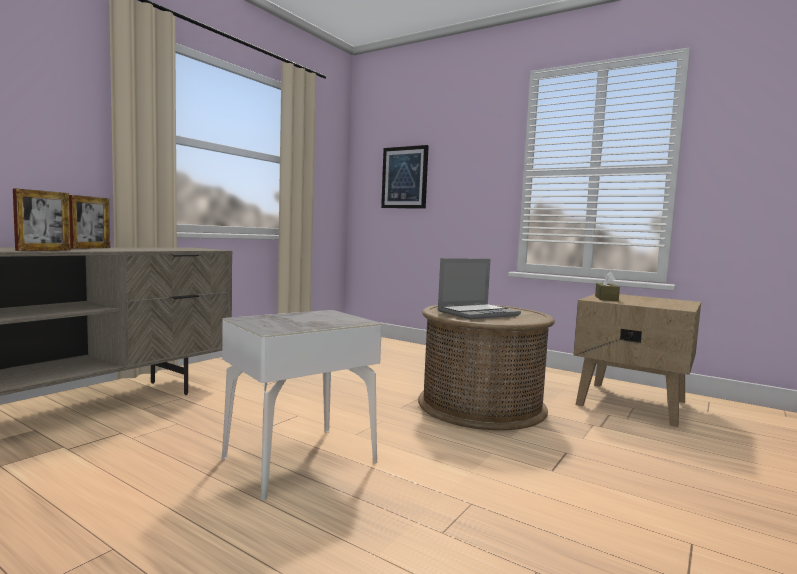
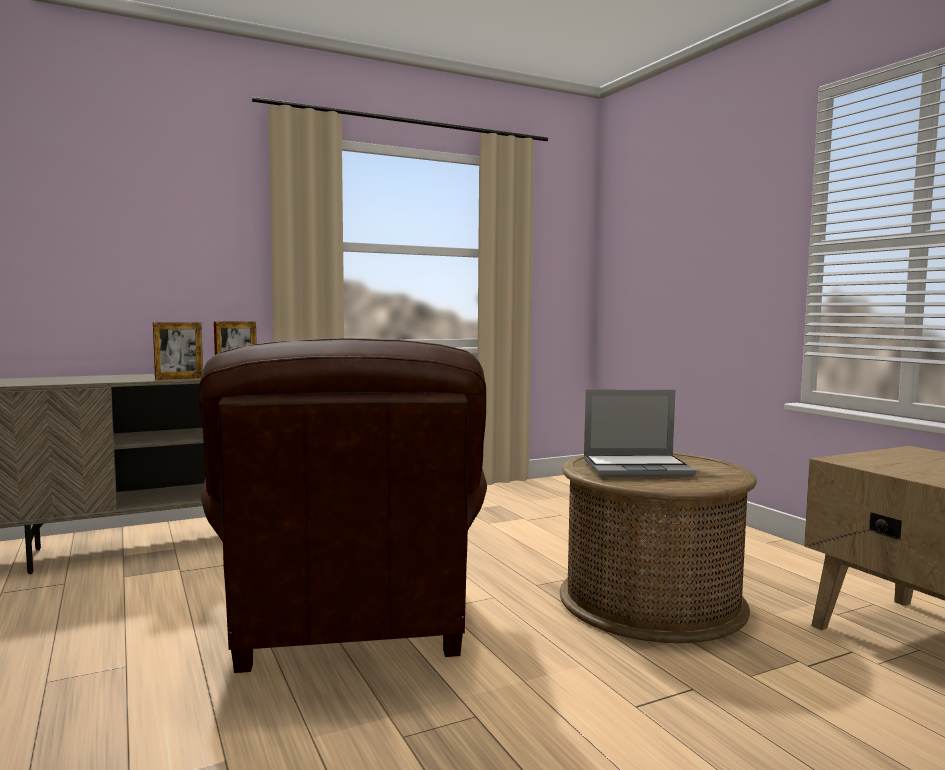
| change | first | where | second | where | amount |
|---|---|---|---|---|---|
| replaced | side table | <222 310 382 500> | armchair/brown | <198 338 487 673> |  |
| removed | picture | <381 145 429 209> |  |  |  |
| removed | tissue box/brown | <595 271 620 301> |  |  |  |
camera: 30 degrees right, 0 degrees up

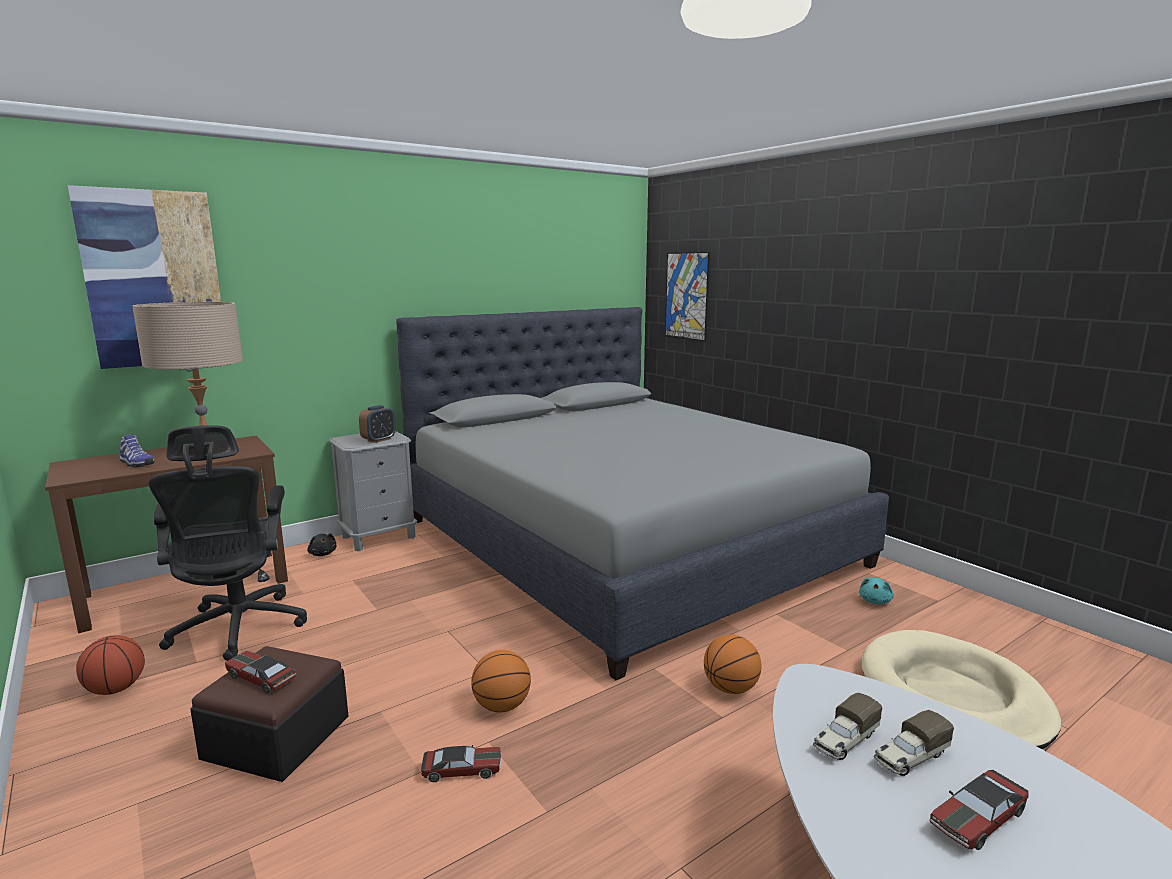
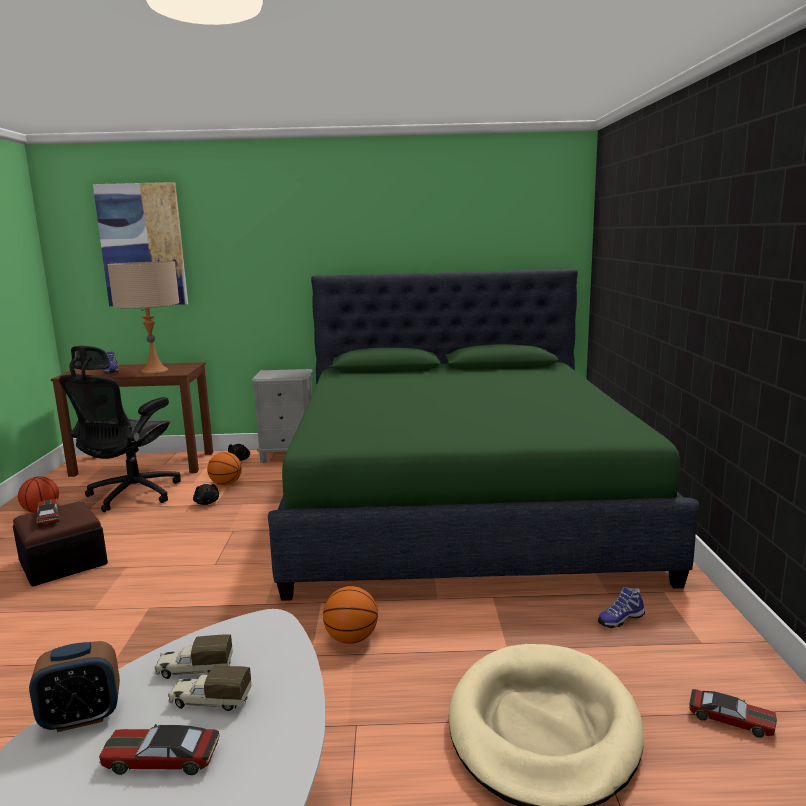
| change | first | where | second | where | amount |
|---|---|---|---|---|---|
| moved | alarm clock | <359 405 396 443> |  | <29 641 120 732> |  |
| added |  |  | plush toy/black | <193 484 219 505> |  |
| moved | basketball | <471 650 531 713> |  | <207 452 242 485> |  |
| recoloured | bed/grey | <396 307 889 680> | bed/green | <268 269 699 601> |  |
| replaced | plush toy/turquoise | <859 578 894 604> | shoe | <598 587 645 628> |  |
| moved | toy car | <421 745 502 782> |  | <689 689 777 738> |  |
| removed | picture | <665 252 710 342> |  |  |  |
camera: 35 degrees right, 0 degrees up

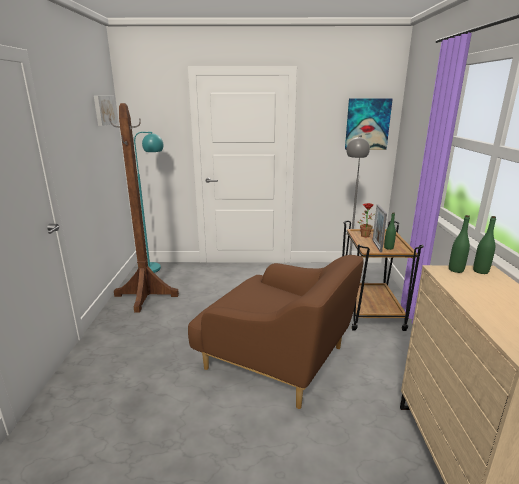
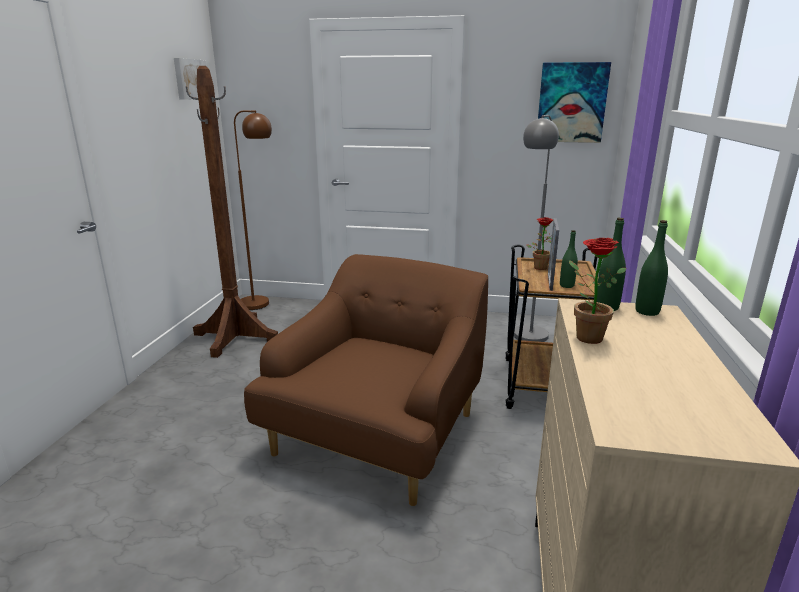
| change | first | where | second | where | amount |
|---|---|---|---|---|---|
| recoloured | floor lamp/turquoise | <134 132 163 273> | floor lamp/brown | <234 110 272 310> |  |
| turned | armchair/brown | <188 255 364 409> |  | <244 254 488 506> | 105 degrees counterclockwise |
| added |  |  | potted plant | <569 238 627 344> |  |
camera: 10 degrees right, 0 degrees up

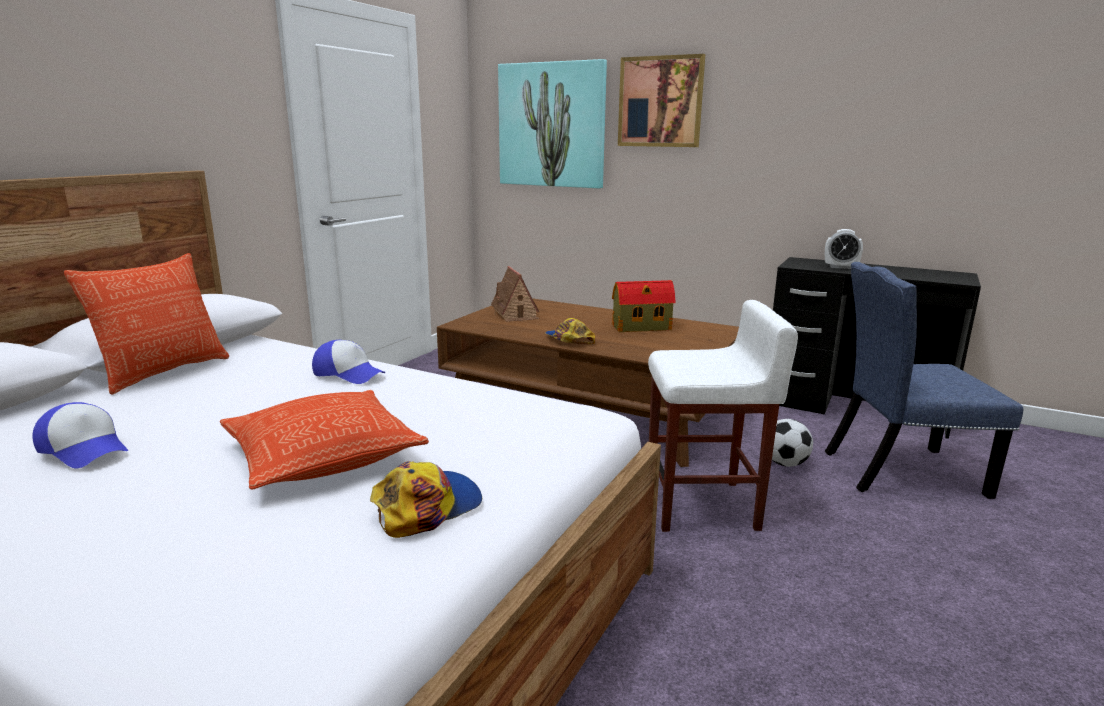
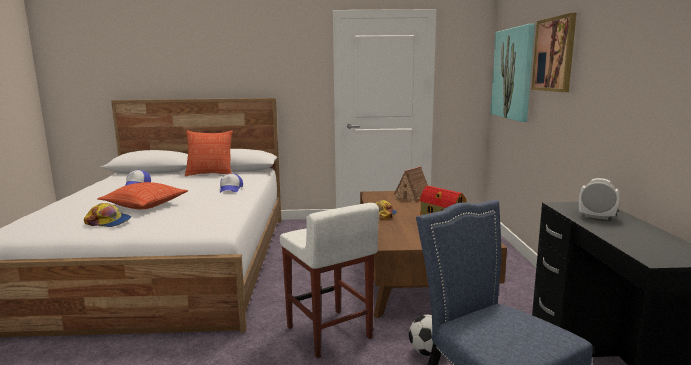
| change | first | where | second | where | amount |
|---|---|---|---|---|---|
| turned | alarm clock | <825 229 863 269> |  | <579 178 620 220> | 135 degrees clockwise |
camera: 60 degrees right, 5 degrees down

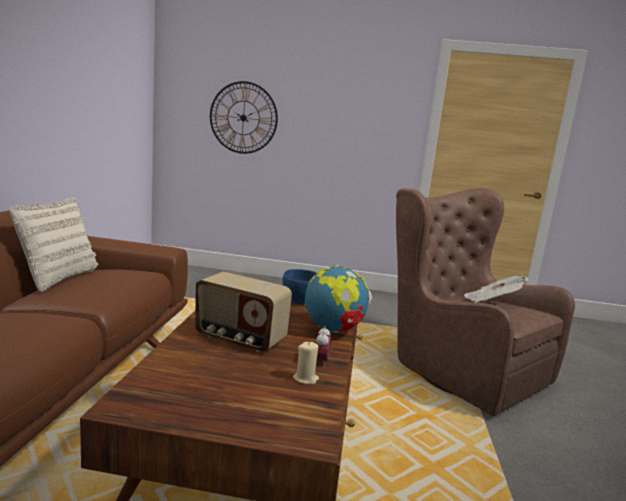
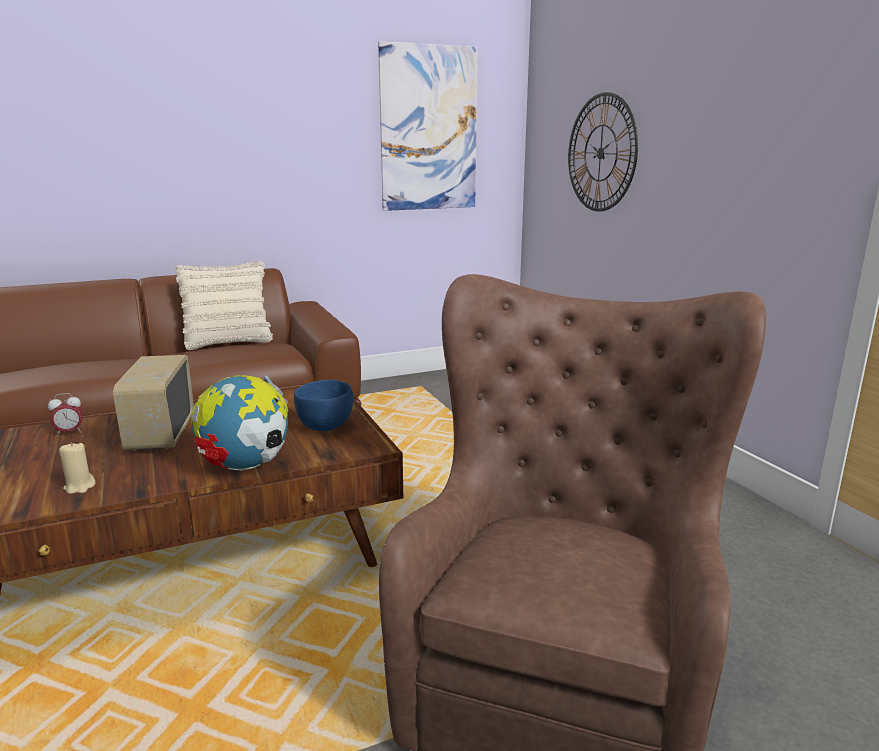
| change | first | where | second | where | amount |
|---|---|---|---|---|---|
| moved | alarm clock | <316 326 331 367> |  | <48 393 83 436> |  |
| added |  |  | picture | <378 41 478 211> |  |
| removed | newspaper | <464 276 529 303> |  |  |  |
camera: 60 degrees right, 5 degrees up

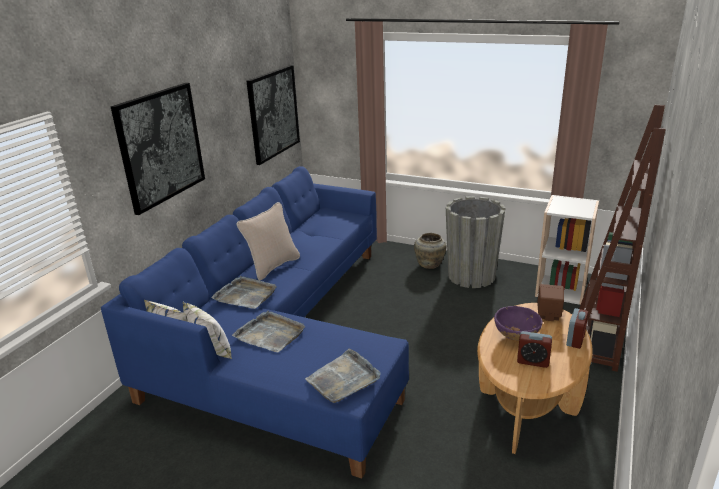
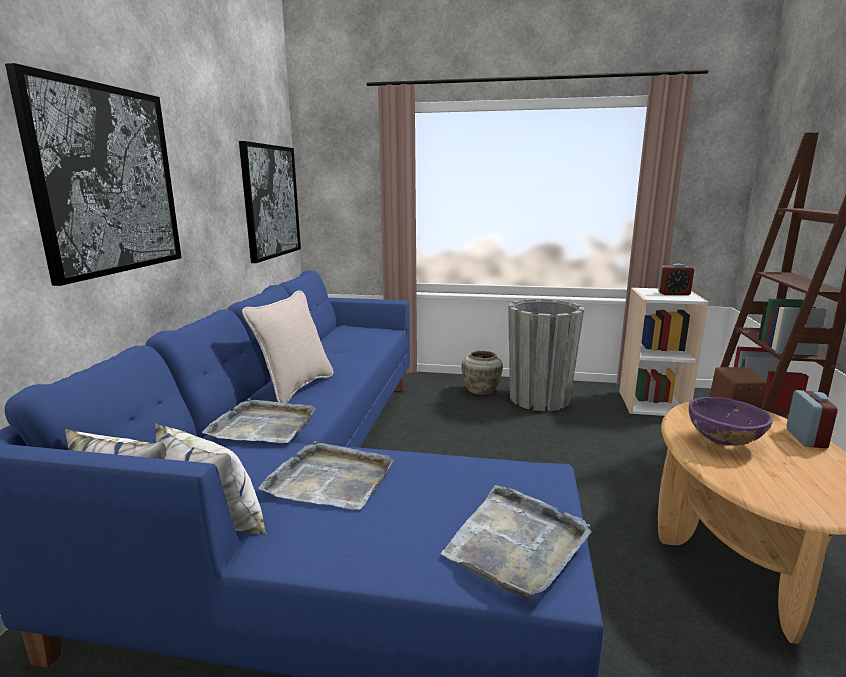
| change | first | where | second | where | amount |
|---|---|---|---|---|---|
| moved | alarm clock | <517 331 552 368> |  | <658 263 694 295> |  |
camera: 15 degrees left, 10 degrees down

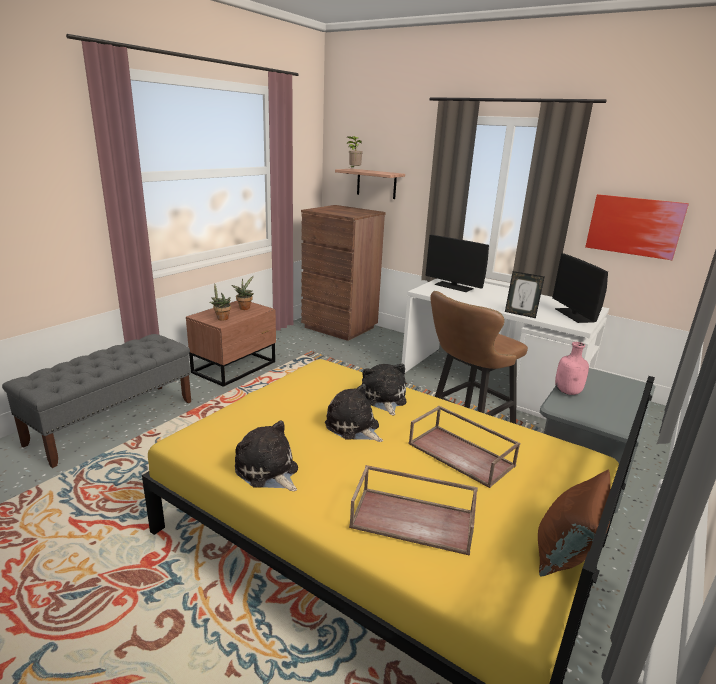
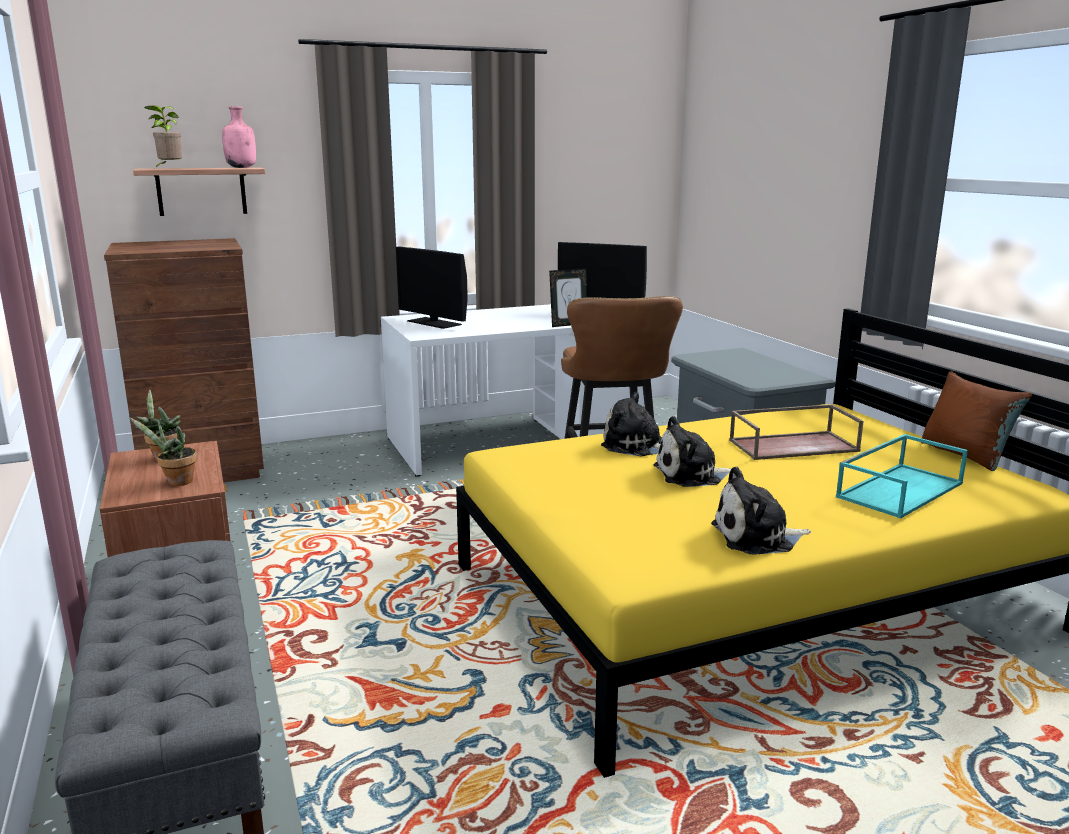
| change | first | where | second | where | amount |
|---|---|---|---|---|---|
| moved | bottle/pink | <555 342 589 395> |  | <222 106 256 168> |  |
| turned | monitor | <426 235 489 292> |  | <396 247 468 329> | 60 degrees clockwise |
| recoloured | tray/brown | <349 465 478 556> | tray/turquoise | <836 434 968 519> |  |
| removed | picture | <585 194 689 260> |  |  |  |
camera: 55 degrees left, 5 degrees down

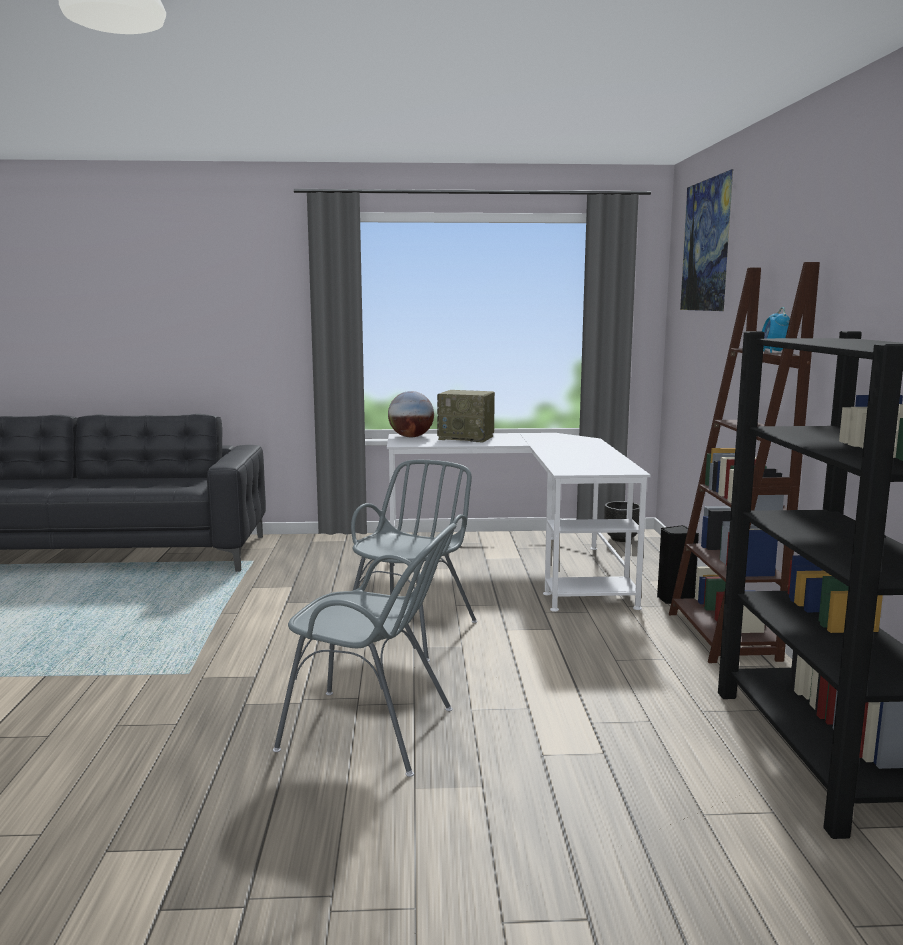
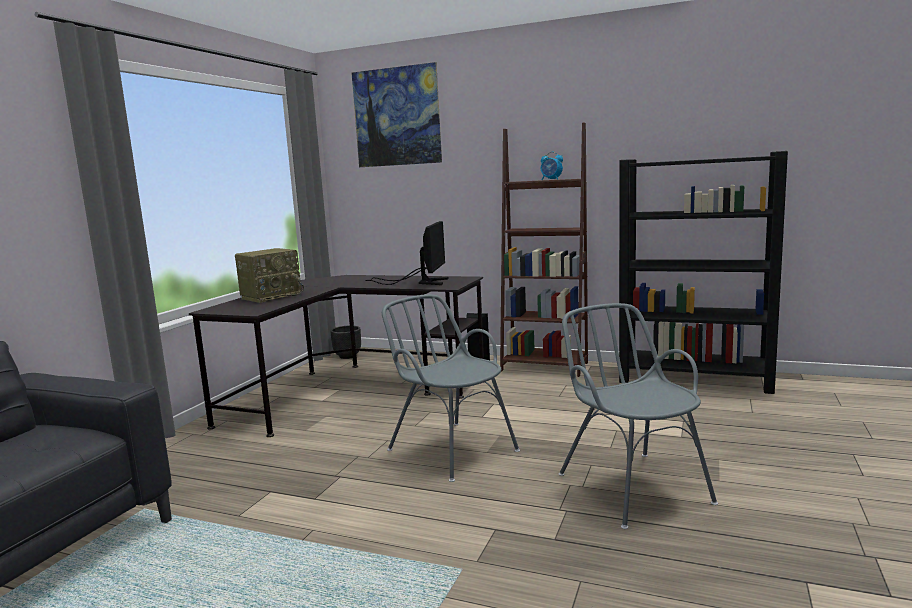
| change | first | where | second | where | amount |
|---|---|---|---|---|---|
| recoloured | desk/white | <387 433 651 612> | desk/black | <189 275 484 437> |  |
| added |  |  | monitor | <365 221 449 285> |  |
| turned | chair/grey | <273 523 456 777> |  | <558 303 718 529> | 60 degrees counterclockwise |
| removed | globe | <388 391 434 437> |  |  |  |
camera: 65 degrees left, 0 degrees up

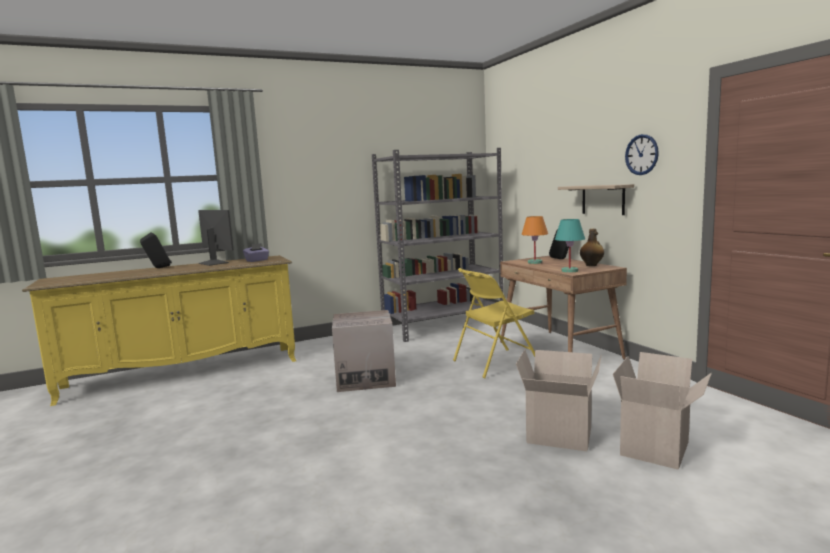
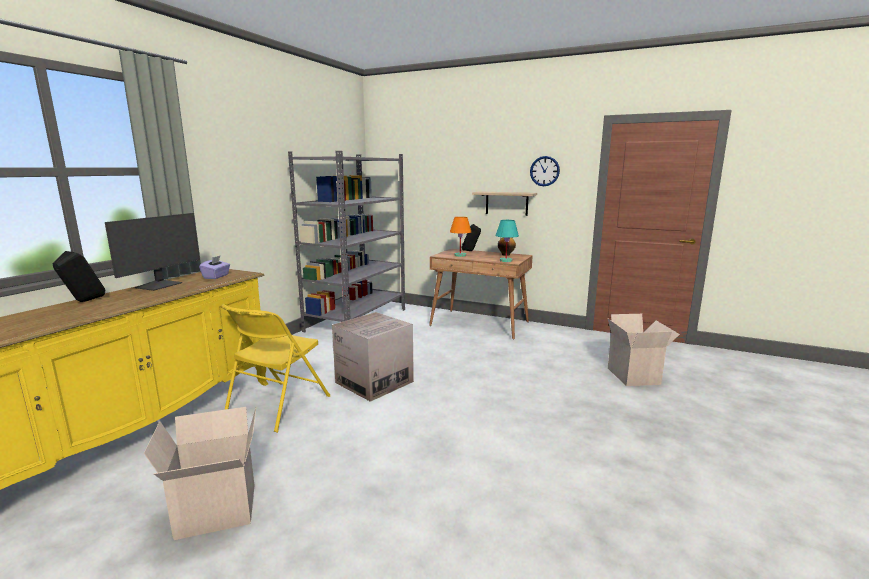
| change | first | where | second | where | amount |
|---|---|---|---|---|---|
| turned | monitor | <198 210 234 266> |  | <105 213 200 291> | 105 degrees clockwise |
| moved | cardboard box | <516 349 601 451> |  | <144 407 256 540> |  |
| moved | chair/yellow | <453 268 535 379> |  | <222 304 330 433> |  |
camera: 40 degrees left, 5 degrees up

